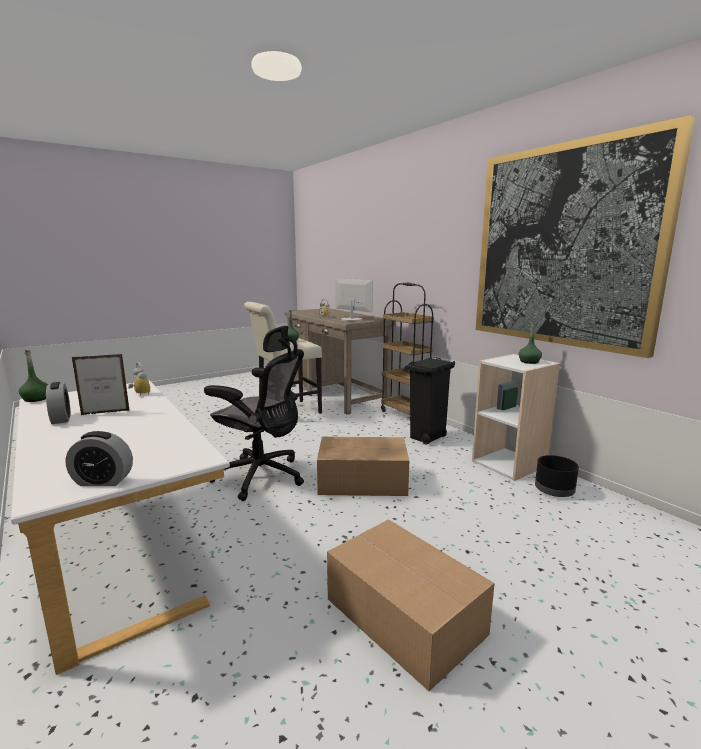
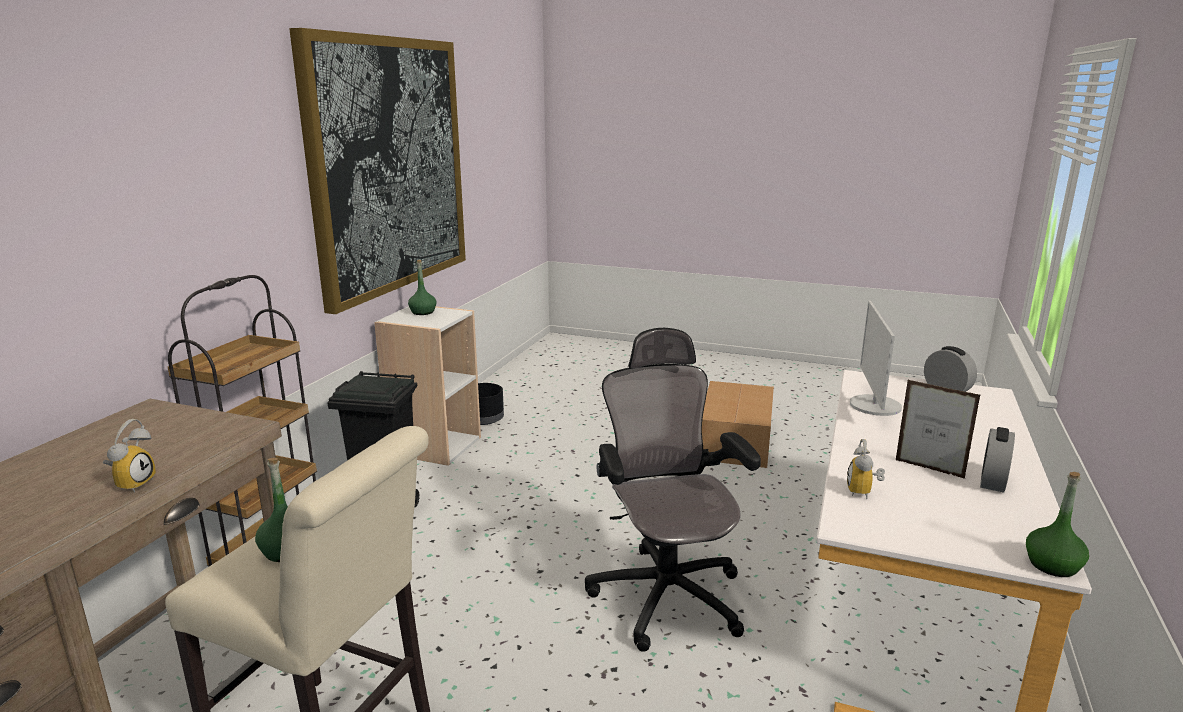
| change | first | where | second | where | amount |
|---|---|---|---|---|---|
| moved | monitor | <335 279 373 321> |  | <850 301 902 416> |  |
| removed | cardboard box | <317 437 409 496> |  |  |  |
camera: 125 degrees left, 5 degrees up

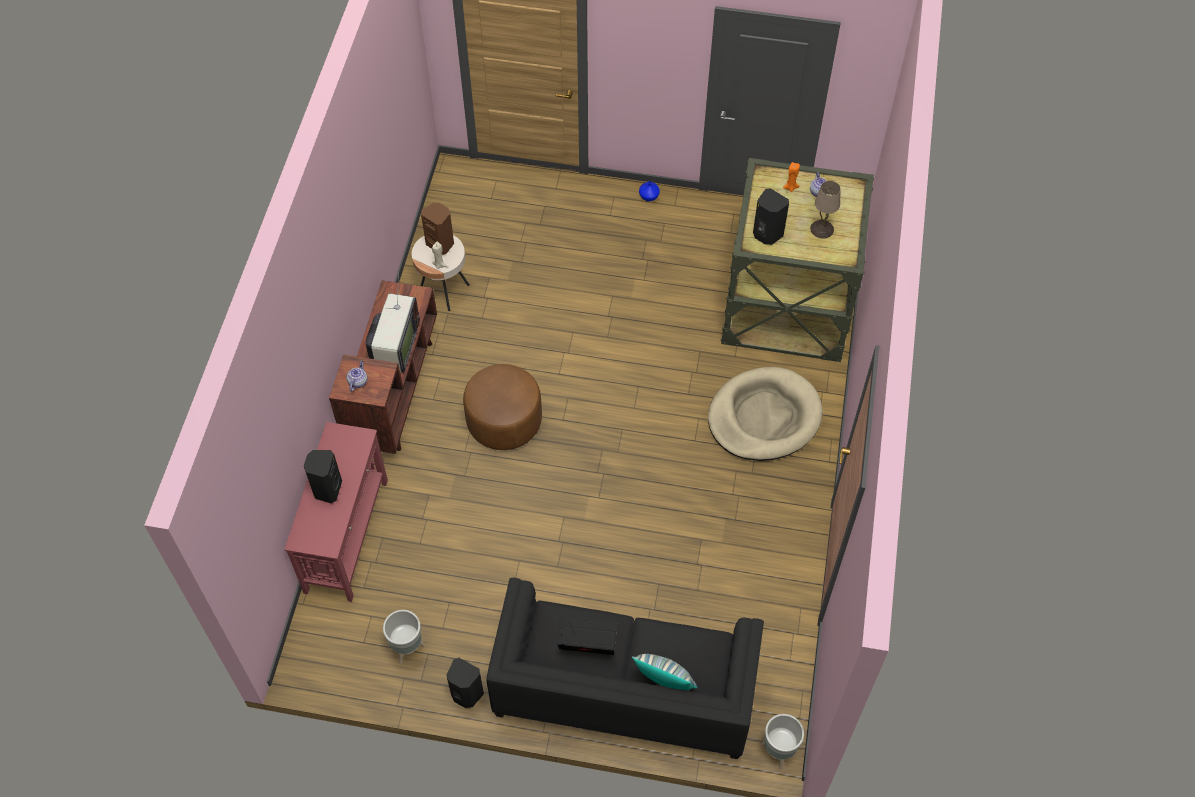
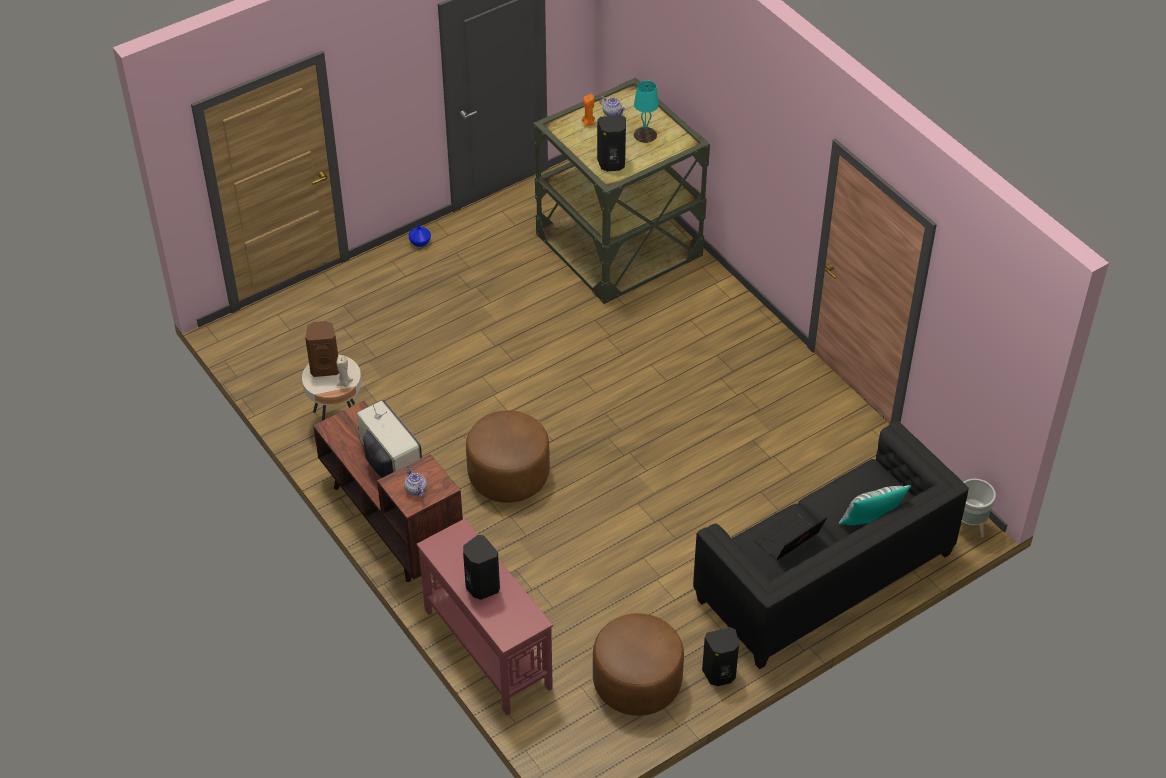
| change | first | where | second | where | amount |
|---|---|---|---|---|---|
| replaced | planter/grey | <383 610 425 664> | ottoman/brown | <593 613 684 716> |  |
| recoloured | table lamp/beige | <810 181 841 239> | table lamp/turquoise | <634 81 659 143> |  |
| removed | dog bed/beige | <708 367 823 461> |  |  |  |
camera: 45 degrees left, 10 degrees down

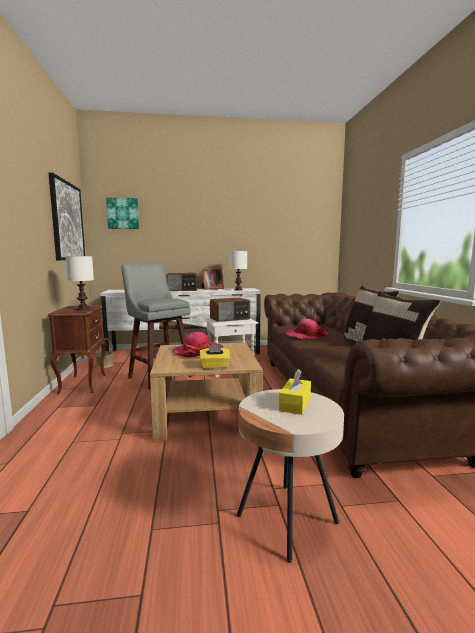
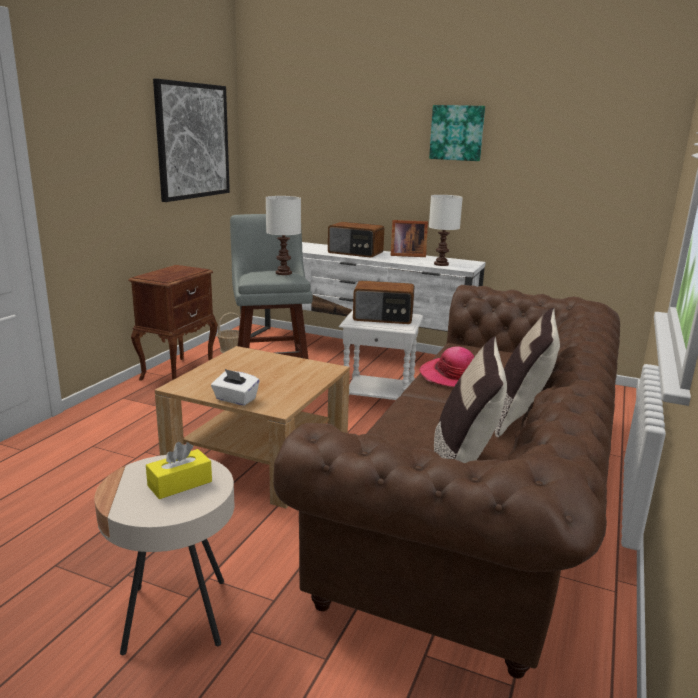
| change | first | where | second | where | amount |
|---|---|---|---|---|---|
| recoloured | tissue box/yellow | <200 345 230 369> | tissue box/white | <211 369 260 406> |  |
| moved | table lamp/white | <66 256 94 310> |  | <266 196 301 275> |  |
| moved | picture | <106 198 139 229> |  | <429 105 485 161> |  |
| removed | hat | <173 332 223 357> |  |  |  |
camera: 30 degrees right, 10 degrees up

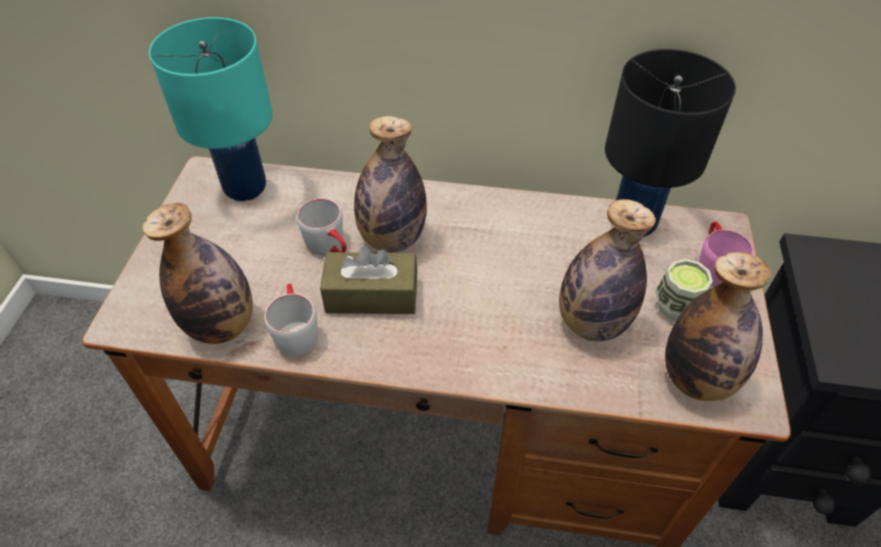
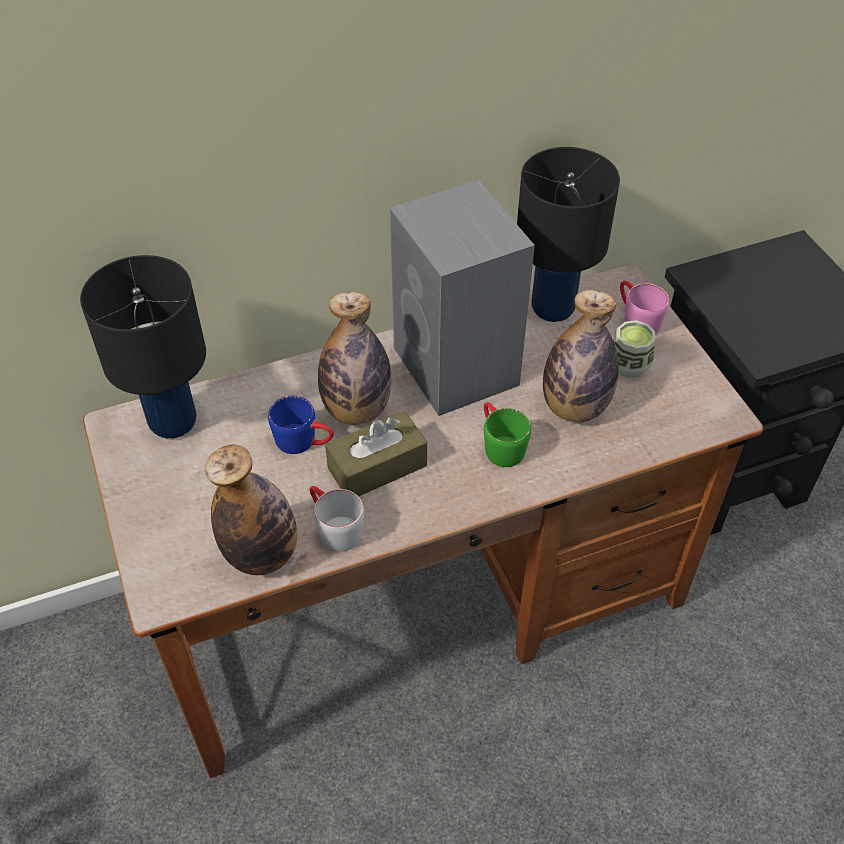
| change | first | where | second | where | amount |
|---|---|---|---|---|---|
| recoloured | table lamp/turquoise | <149 17 273 201> | table lamp/black | <80 255 206 439> |  |
| recoloured | mug/grey | <297 198 347 255> | mug/blue | <268 396 334 454> |  |
| added |  |  | speaker/grey | <390 180 535 416> |  |
| added |  |  | mug/green | <484 402 531 467> |  |
| removed | bottle | <665 252 771 401> |  |  |  |
camera: 30 degrees left, 0 degrees up

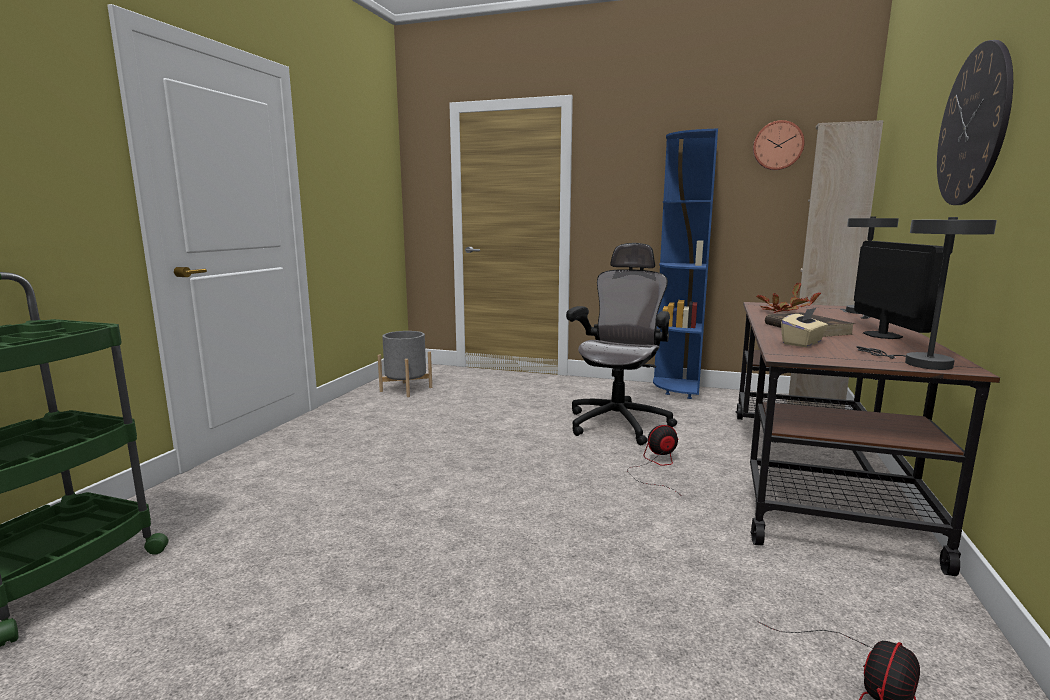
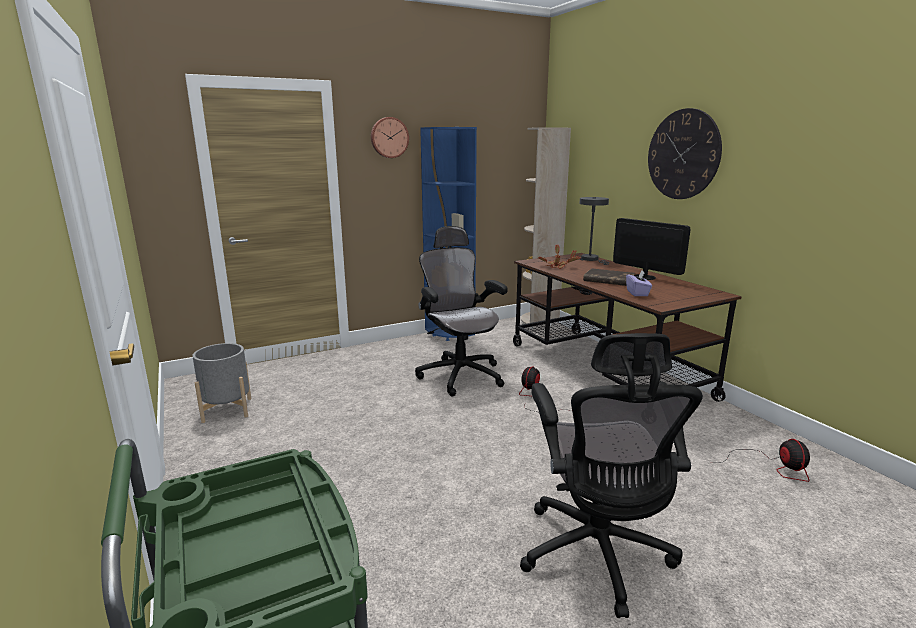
| change | first | where | second | where | amount |
|---|---|---|---|---|---|
| moved | wall clock | <753 120 804 170> |  | <371 117 409 158> |  |
| added |  |  | office chair | <520 333 703 618> |  |
| recoloured | tissue box/beige | <781 307 828 347> | tissue box/purple | <626 270 652 296> |  |
| removed | table lamp/grey | <857 217 997 370> |  |  |  |
camera: 45 degrees left, 5 degrees up

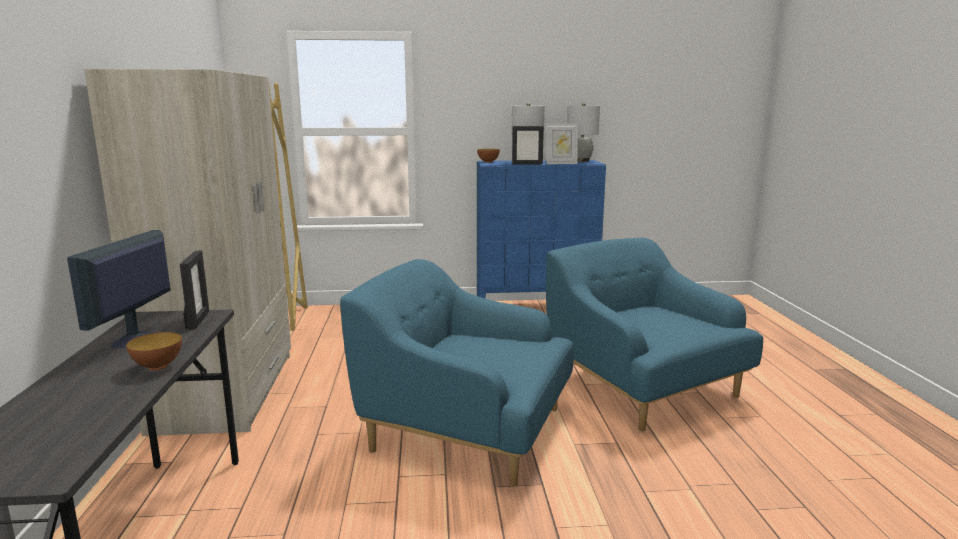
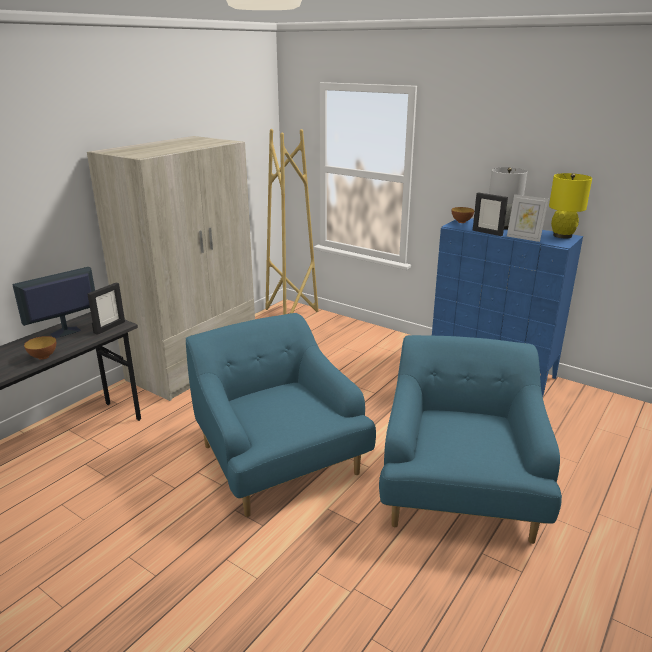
| change | first | where | second | where | amount |
|---|---|---|---|---|---|
| recoloured | table lamp/white | <567 103 600 162> | table lamp/yellow | <549 173 592 238> |  |
camera: 40 degrees right, 10 degrees up

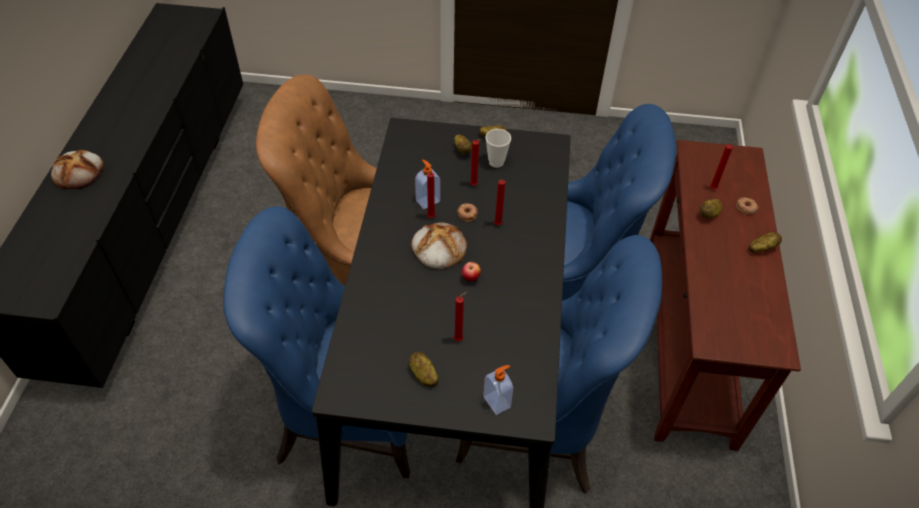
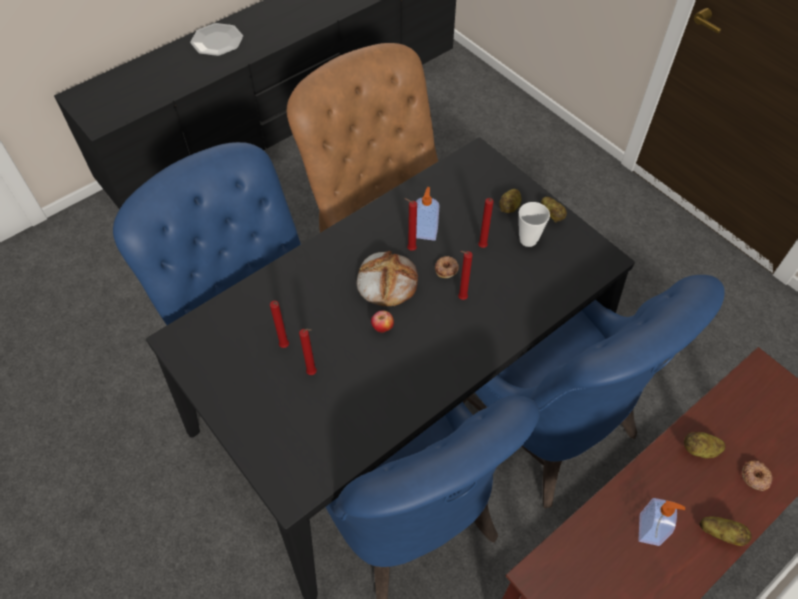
| change | first | where | second | where | amount |
|---|---|---|---|---|---|
| replaced | bread | <51 150 104 189> | plate | <190 23 243 56> |  |
| moved | candle/red | <710 142 739 189> |  | <270 301 289 348> |  |
| moved | soap dispenser | <483 365 513 415> |  | <639 498 685 546> |  |
| removed | potato | <409 352 439 387> |  |  |  |
camera: 45 degrees right, 5 degrees up

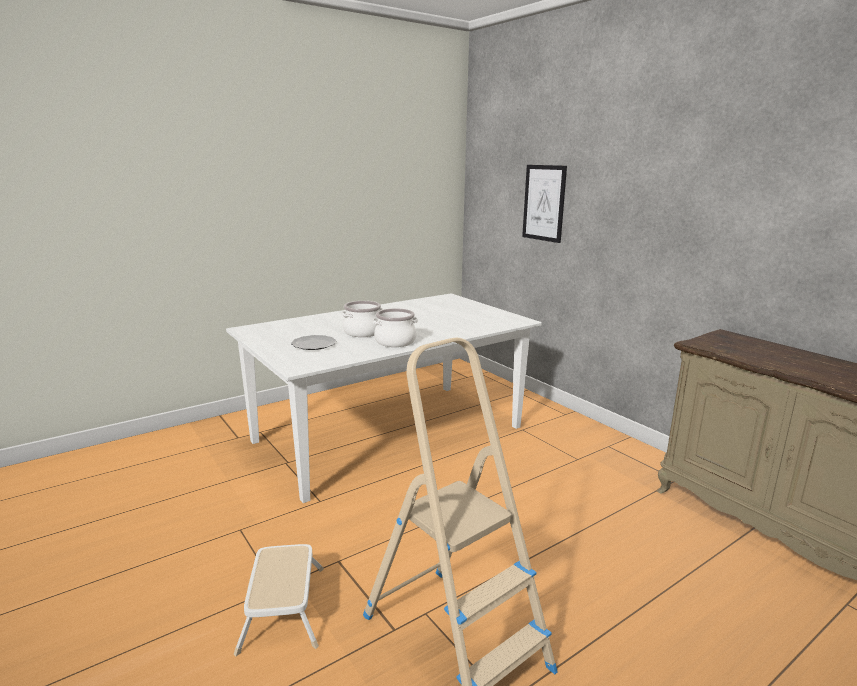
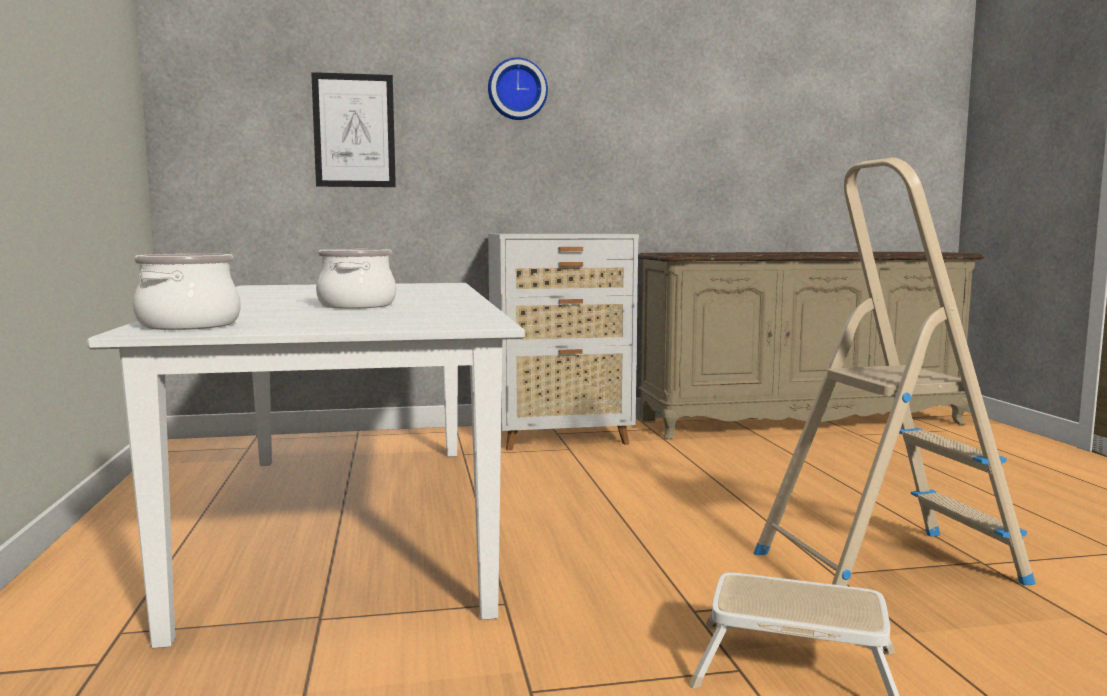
| change | first | where | second | where | amount |
|---|---|---|---|---|---|
| moved | cooking pot | <373 308 418 347> |  | <133 254 240 330> |  |
| added |  |  | wall clock | <488 58 548 120> |  |
| added |  |  | dresser/white | <488 234 639 451> |  |
| removed | plate | <291 335 336 350> |  |  |  |
camera: 65 degrees left, 10 degrees down

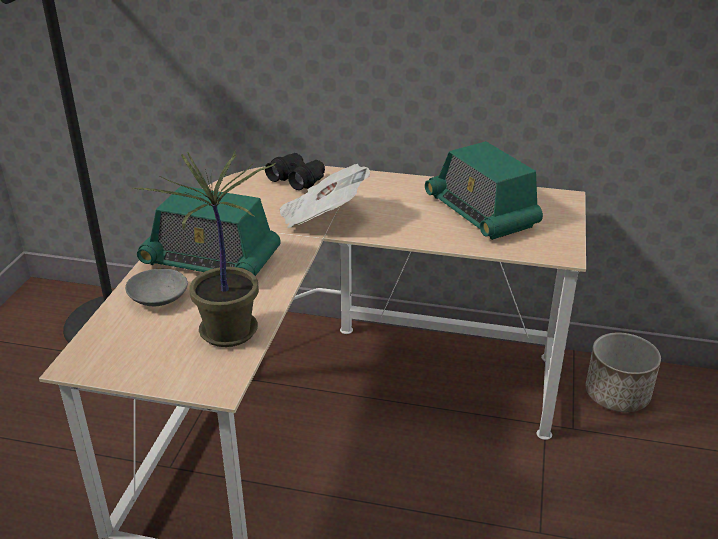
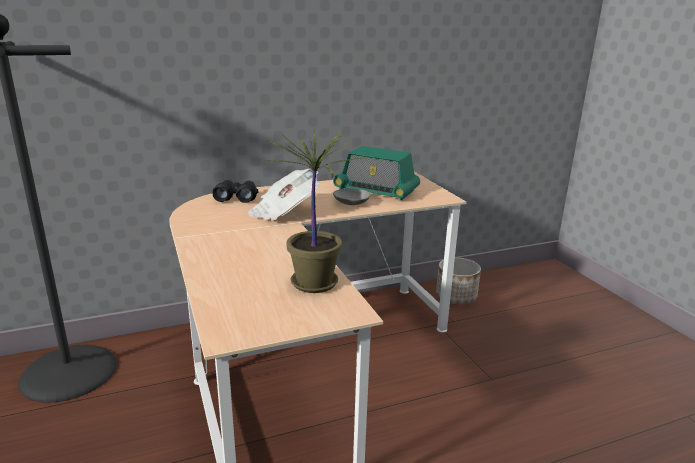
| change | first | where | second | where | amount |
|---|---|---|---|---|---|
| moved | bowl/grey | <125 269 188 306> |  | <333 188 370 205> |  |
| removed | radio | <137 186 281 276> |  |  |  |
camera: 35 degrees left, 10 degrees down

